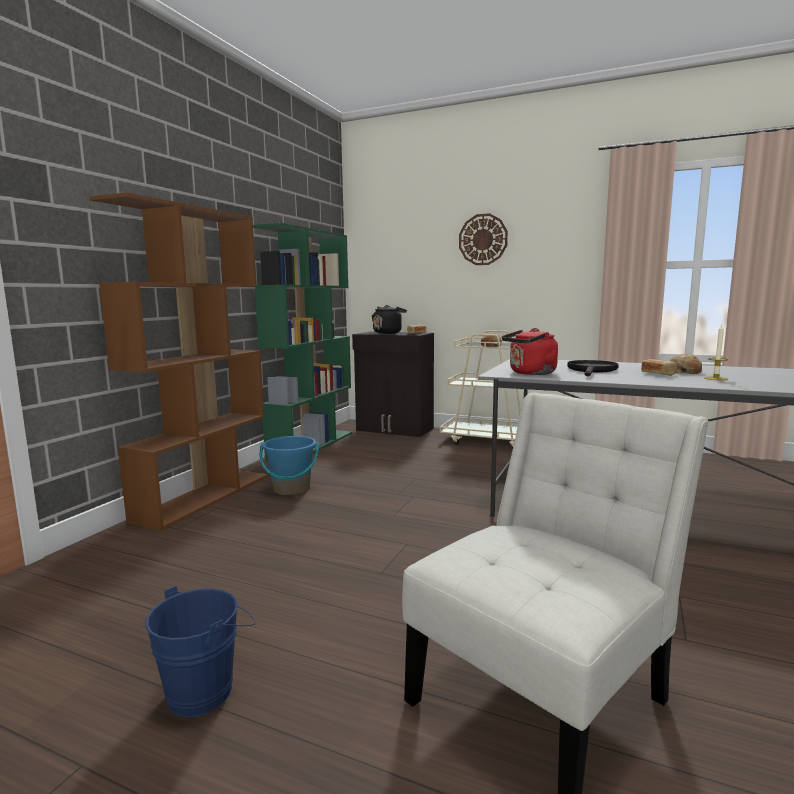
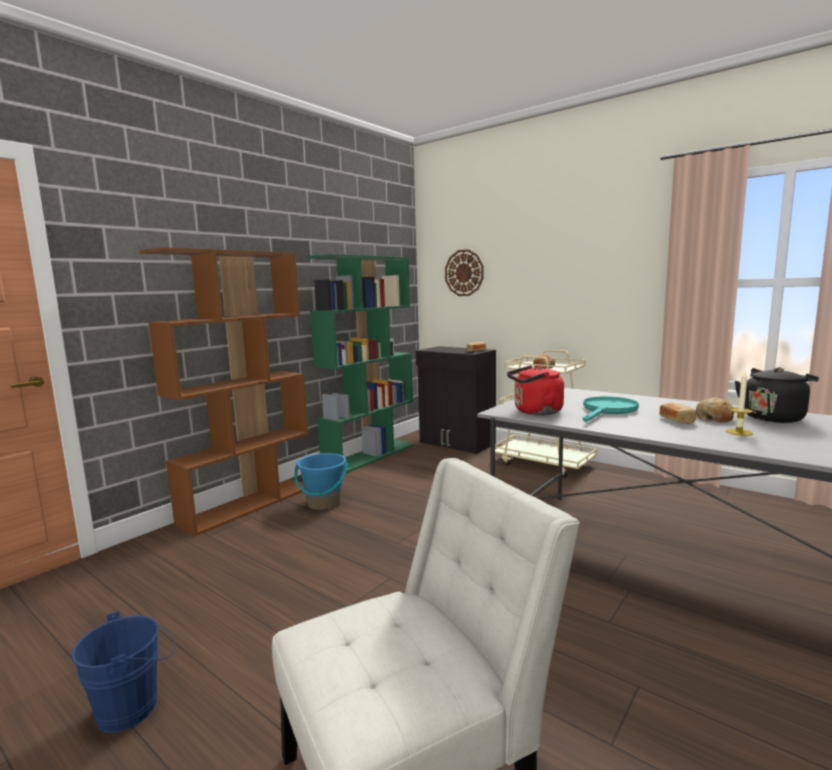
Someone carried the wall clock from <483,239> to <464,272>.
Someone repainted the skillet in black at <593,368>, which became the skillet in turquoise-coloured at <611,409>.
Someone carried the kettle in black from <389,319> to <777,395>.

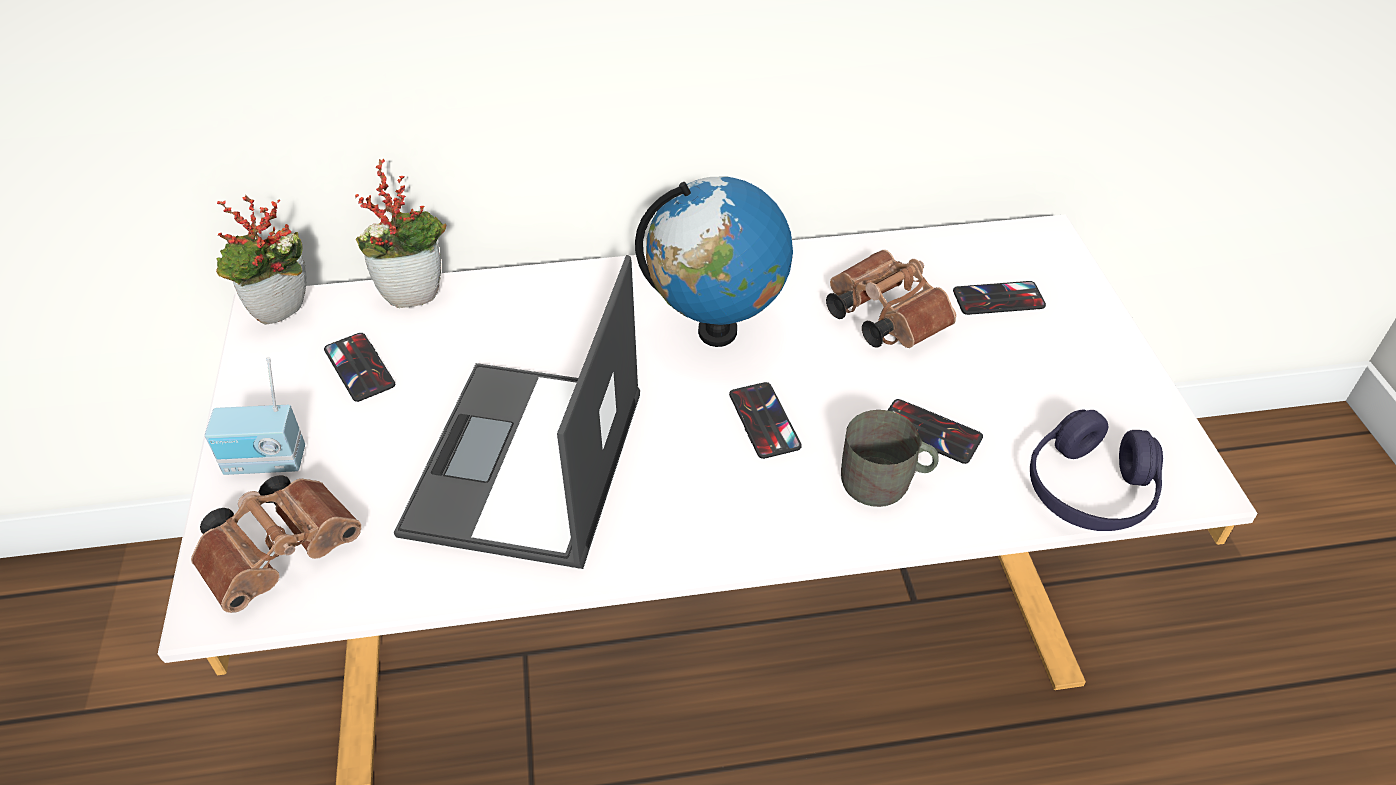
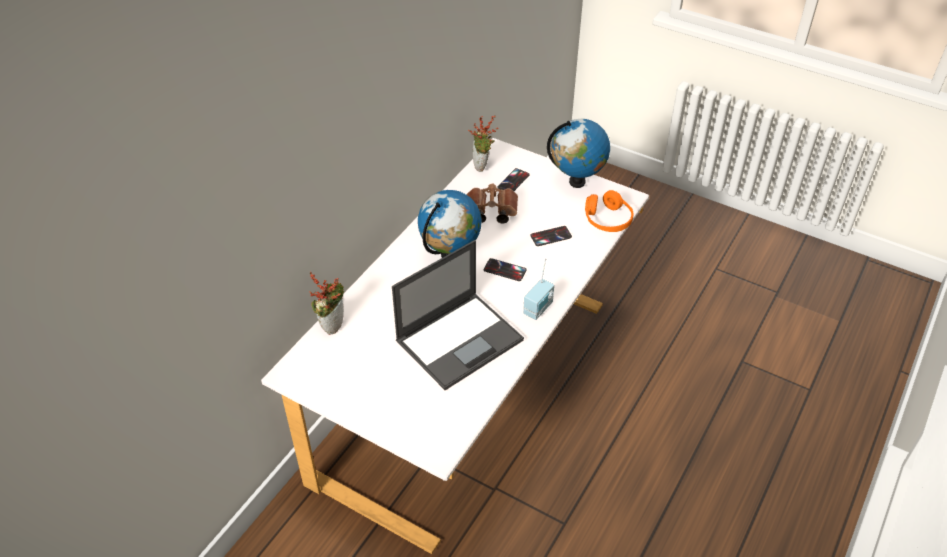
Someone rotated the laptop at <517,412> by 90 degrees counterclockwise.
Someone carried the potted plant from <261,260> to <483,144>.
Someone carried the radio set from <255,416> to <538,289>.
Someone put down the globe at <578,153>.
Someone repainted the headset in purple at <1096,470>, which became the headset in orange at <609,211>.
Someone took away the field glasses in brown-coloured at <276,544>.
Someone took away the handset at <359,367>.
Someone took away the mug in greyish at <890,458>.

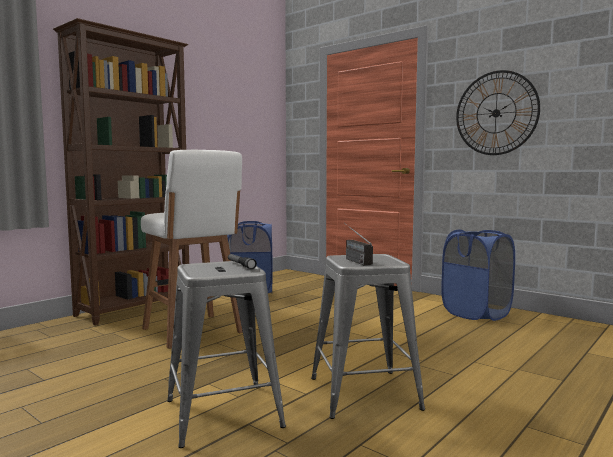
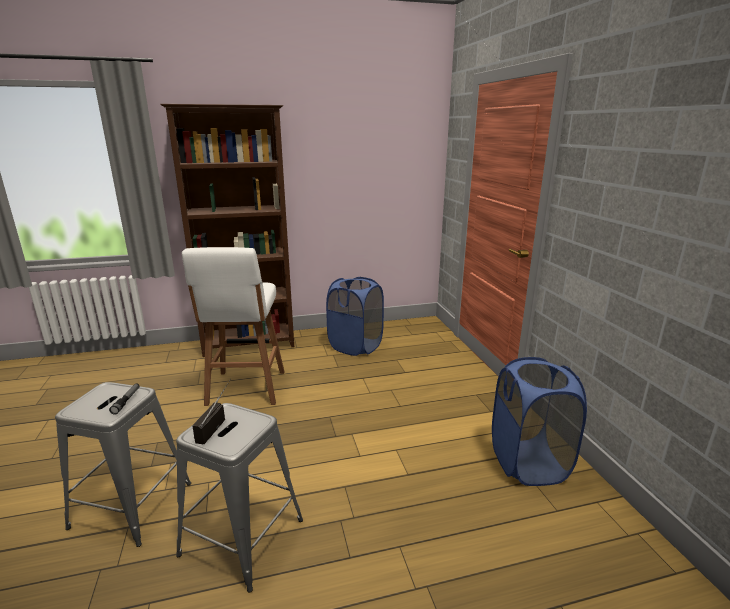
Someone took away the wall clock at <498,112>.

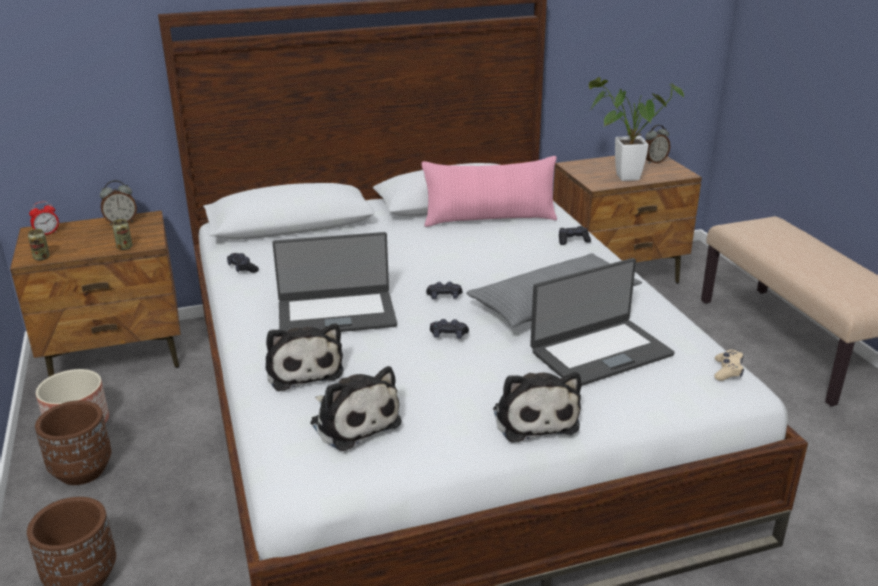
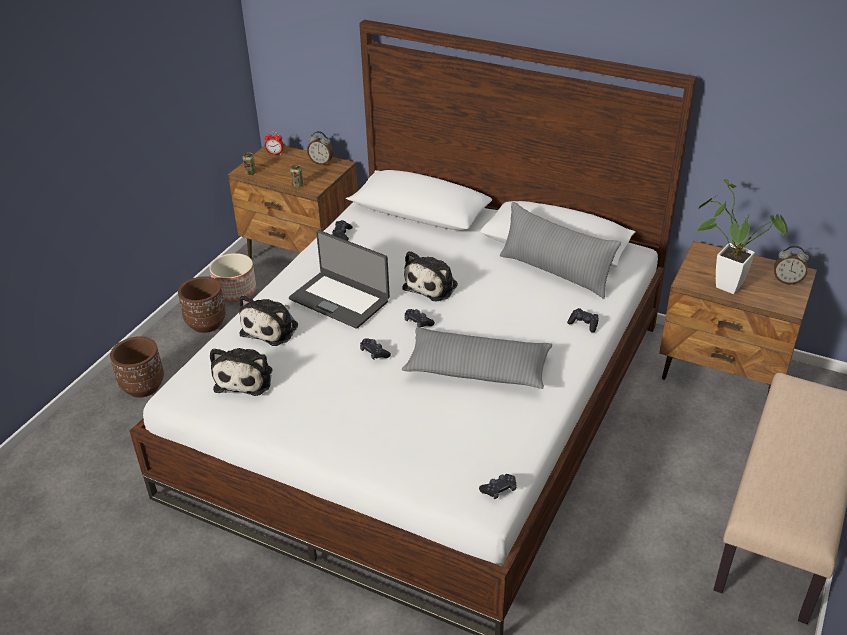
Someone carried the plush toy from <537,407> to <430,276>.
Someone repainted the gamepad in beige at <729,365>, which became the gamepad in black at <497,486>.
Someone repainted the cushion in pink at <489,191>, which became the cushion in greyish at <560,250>.
Someone took away the laptop at <602,322>.

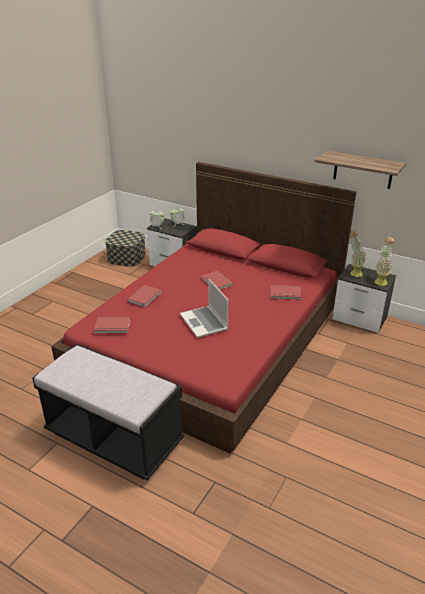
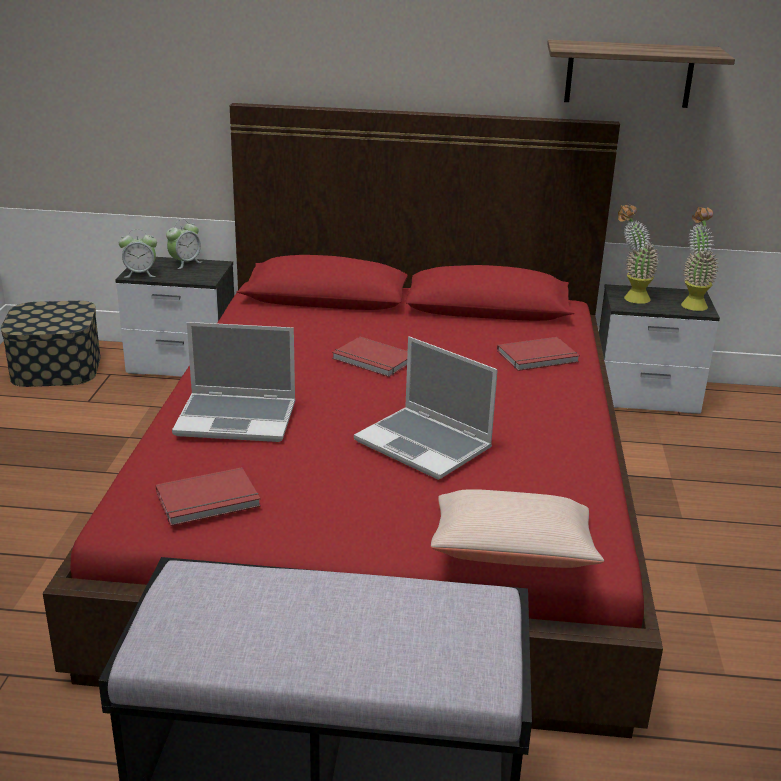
Someone swapped the book in red-coloured at <144,296> for the laptop at <233,382>.
Someone put down the cushion in beige at <517,528>.

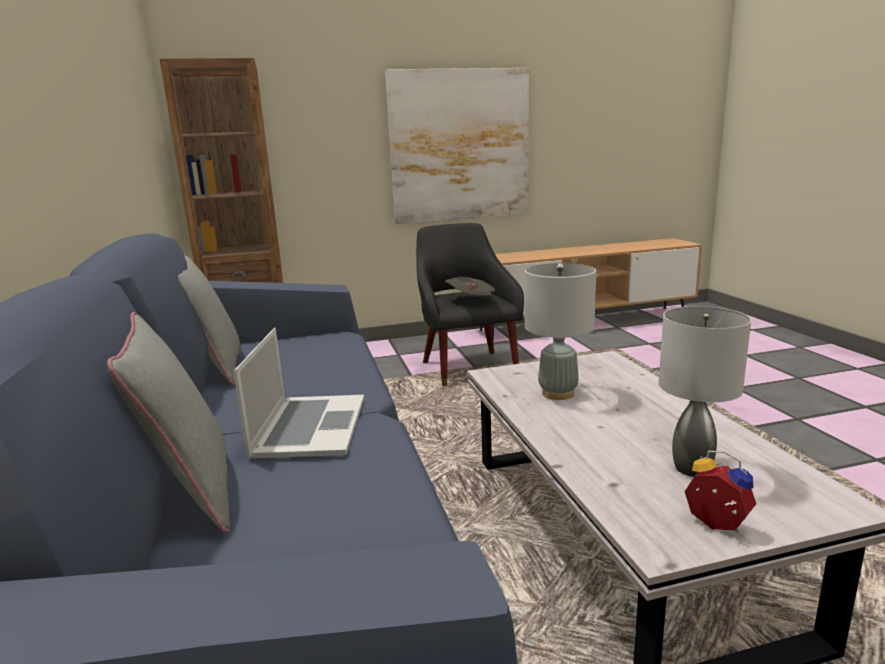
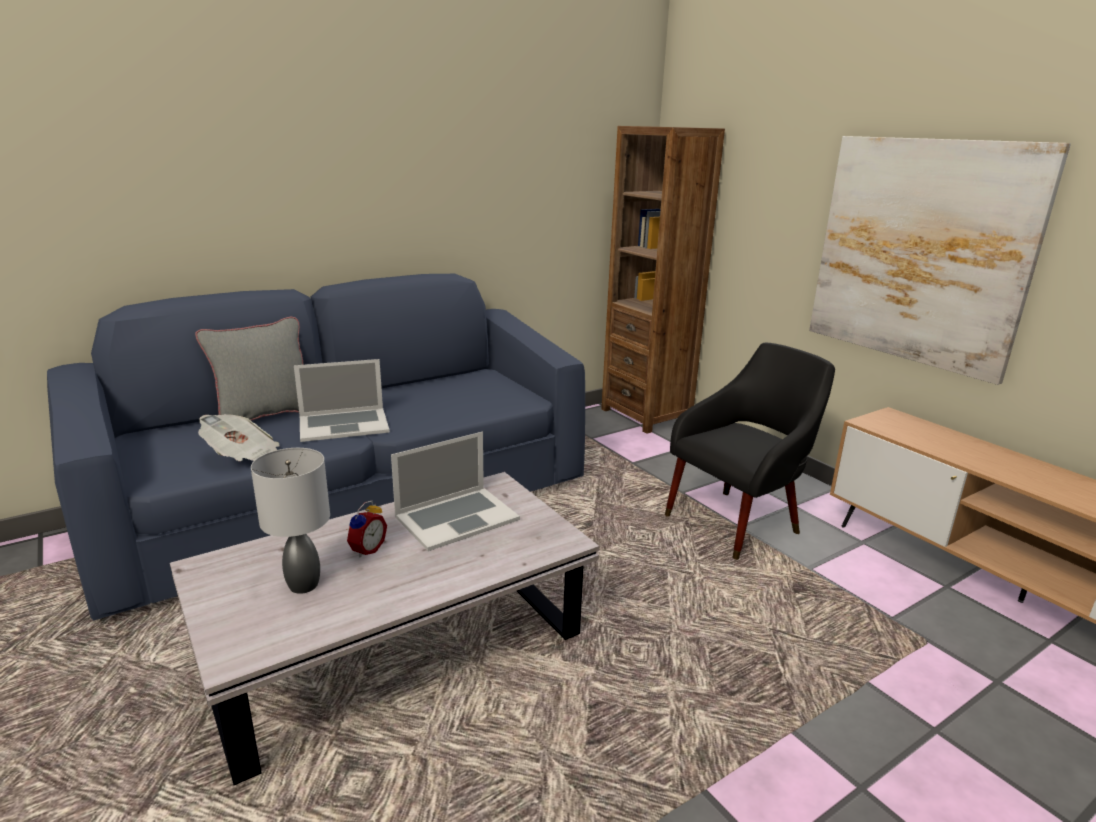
Someone carried the daily paper from <470,286> to <239,437>.
Someone carried the alarm clock from <720,491> to <367,529>.
Someone swapped the table lamp in greyish at <560,331> for the laptop at <455,491>.
Someone took away the cushion in greyish at <209,319>.

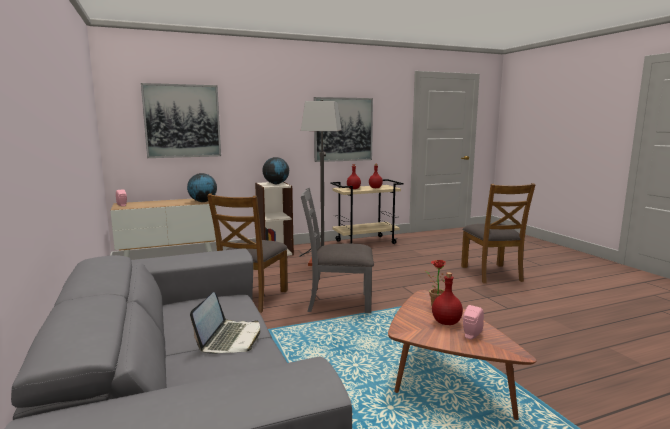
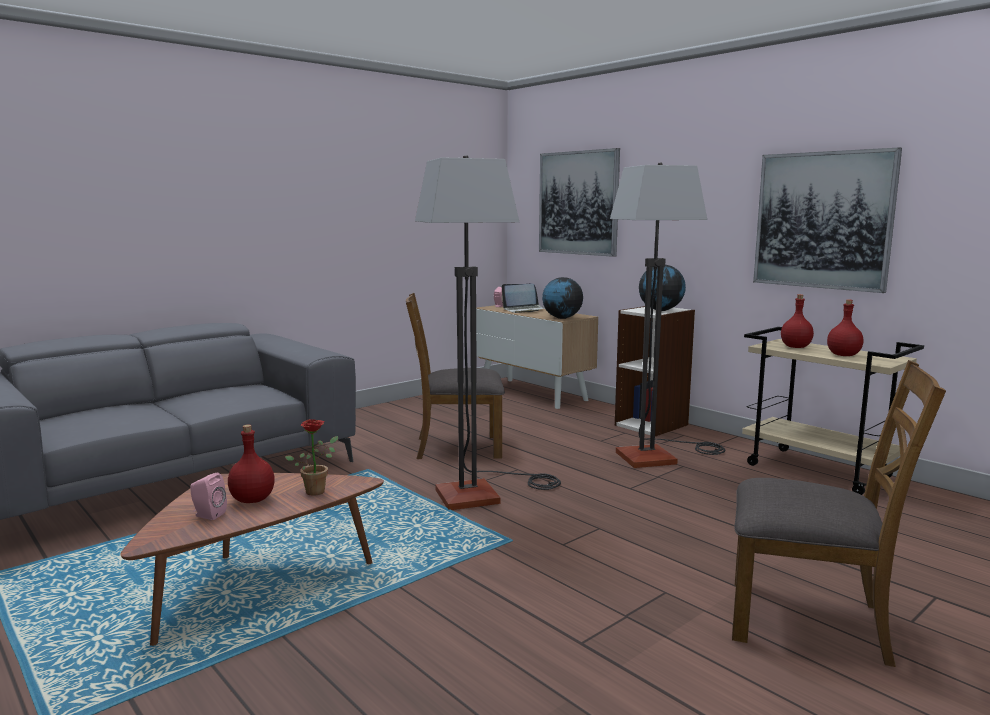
Someone swapped the upright chair in greyish at <337,250> for the standing lamp at <488,332>.
Someone carried the laptop from <225,323> to <523,298>.
Someone rotated the upright chair in brown-coloured at <498,233> by 135 degrees counterclockwise.

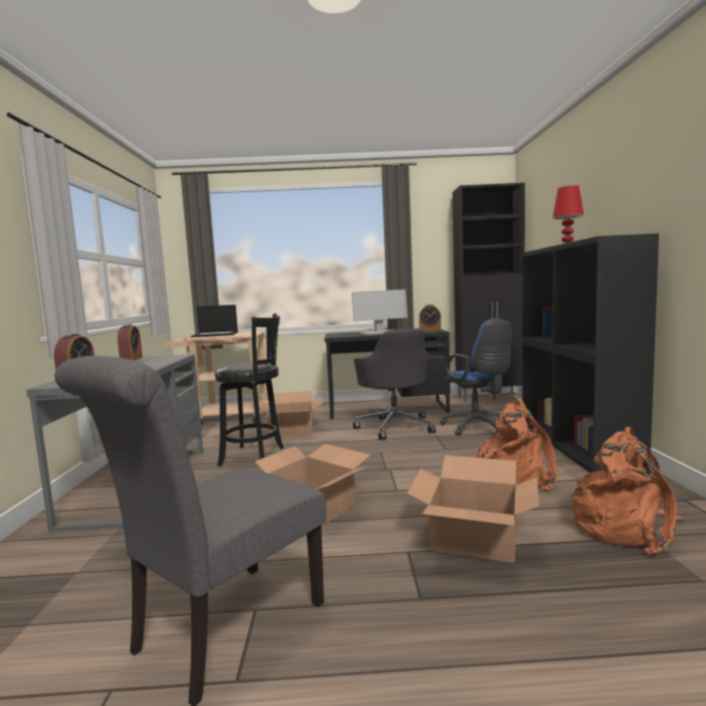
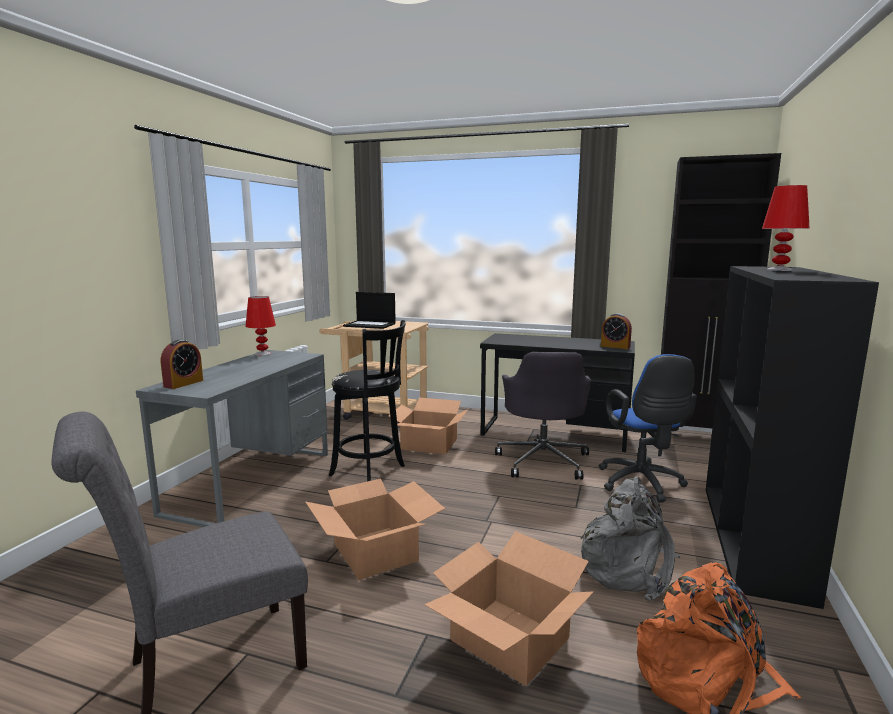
Someone swapped the alarm clock at <130,342> for the table lamp in red-coloured at <260,326>.
Someone repainted the rucksack in orange at <516,445>, which became the rucksack in greyish at <631,538>.
Someone took away the computer display at <380,312>.

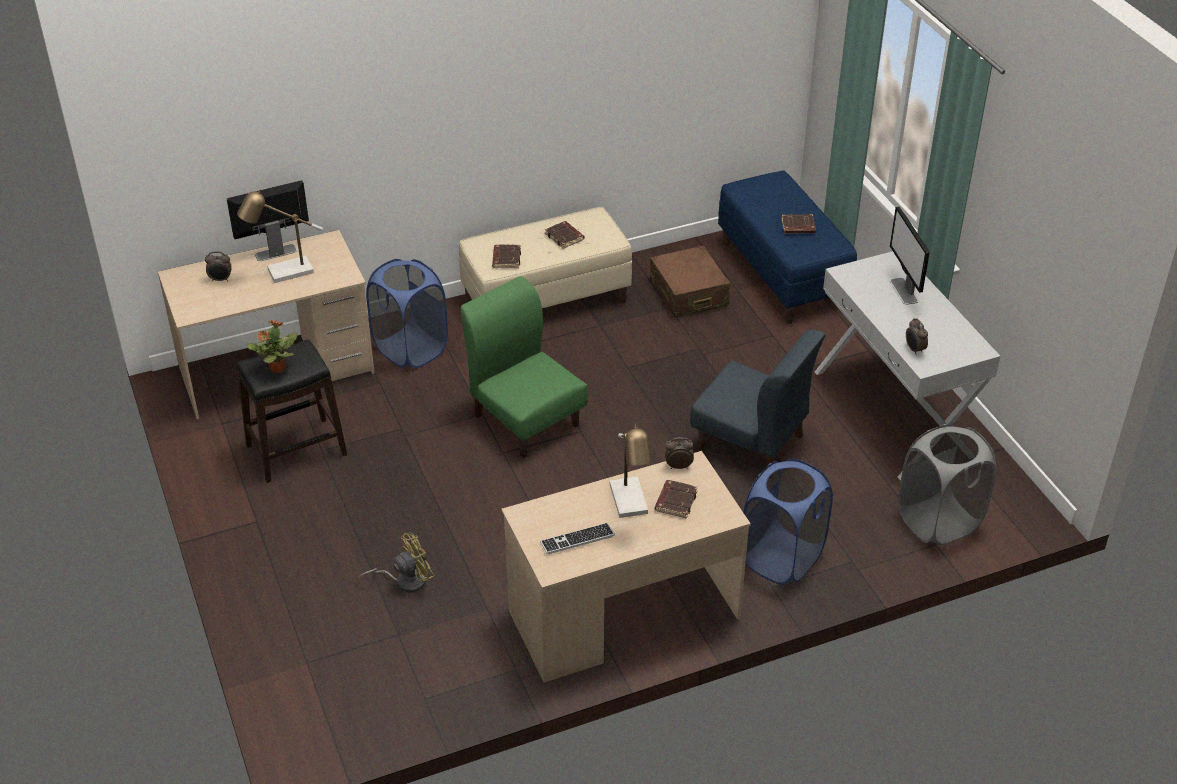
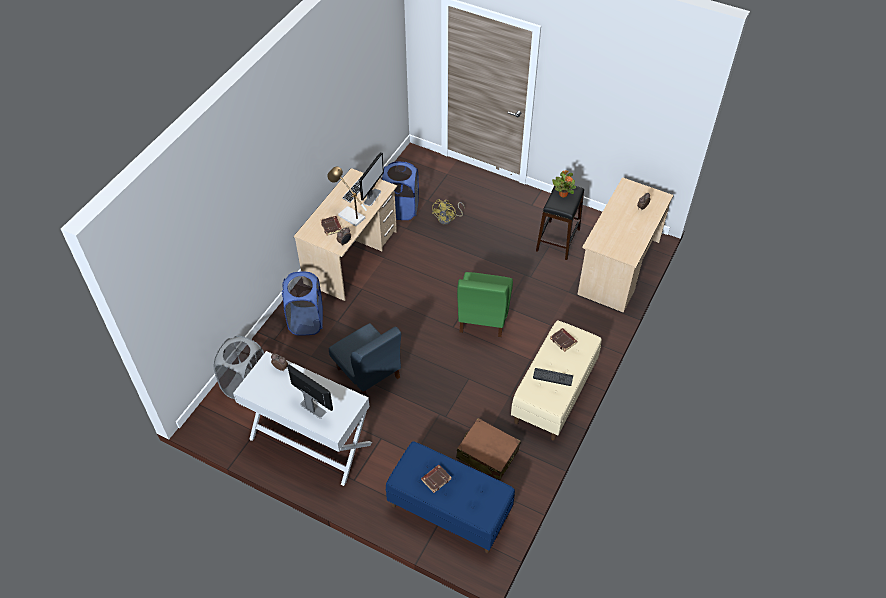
Someone rotated the upright chair in blue at <758,398> by 120 degrees counterclockwise.
Someone carried the computer display from <268,220> to <371,179>.
Someone carried the washing basket in blue from <407,313> to <400,190>.
Someone rotated the upright chair in green-coloured at <524,367> by 90 degrees clockwise.
Someone swapped the book in brown-coloured at <564,235> for the computer keyboard at <553,377>.
Someone took away the table lamp at <280,236>.

